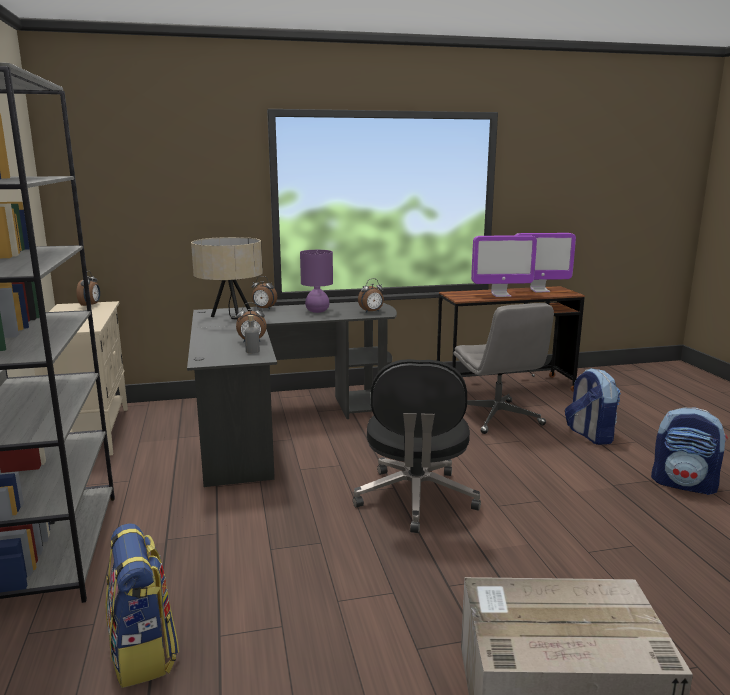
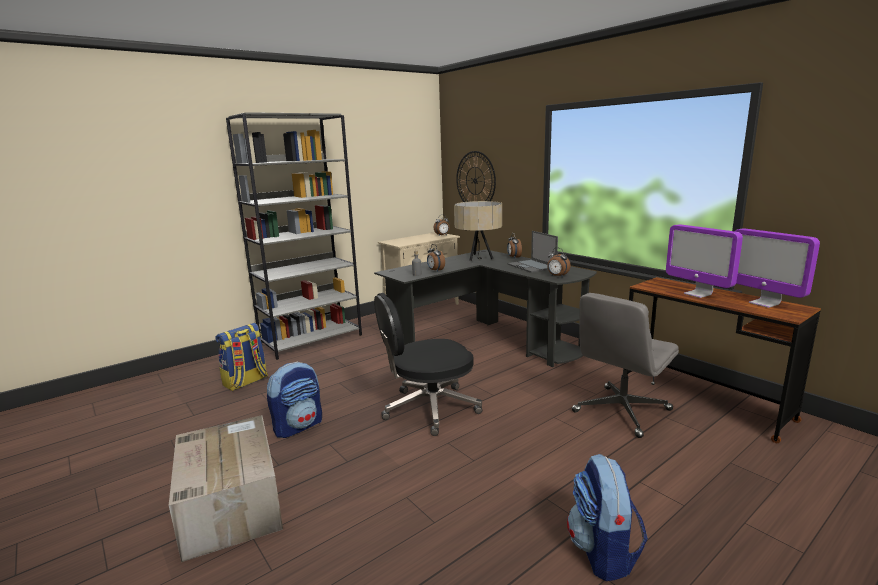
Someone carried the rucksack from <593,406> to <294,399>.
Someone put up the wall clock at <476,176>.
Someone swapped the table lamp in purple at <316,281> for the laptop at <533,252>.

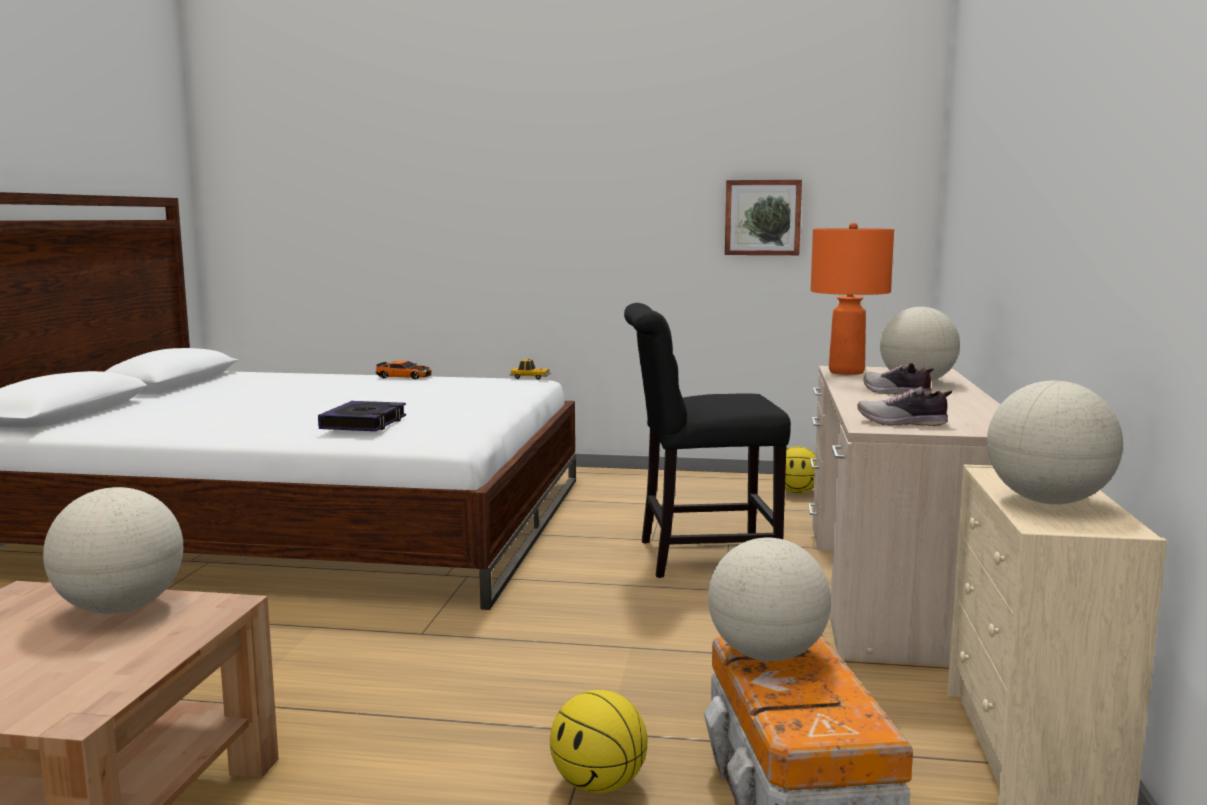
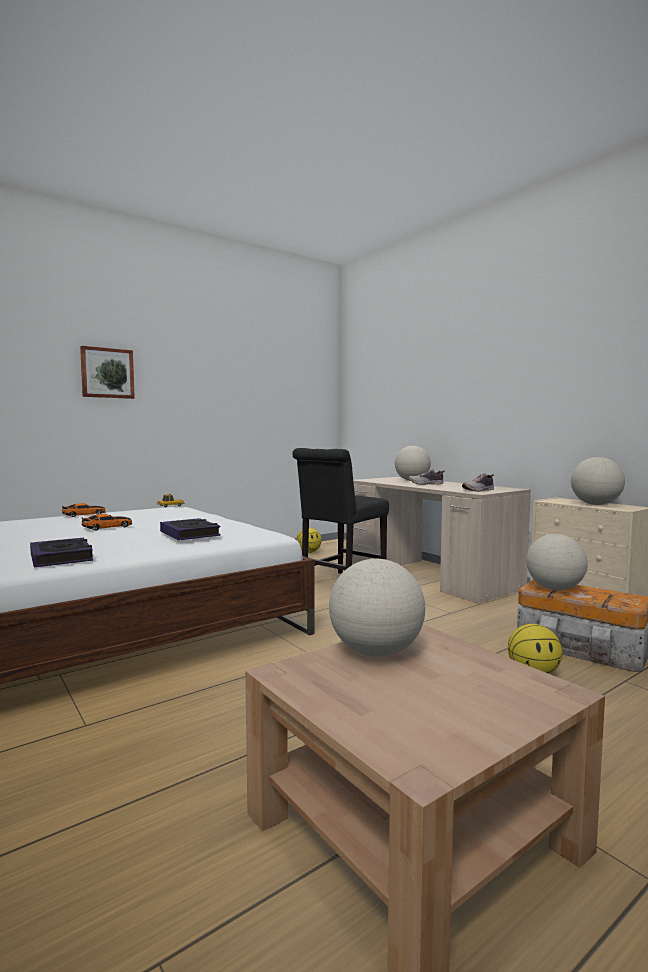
Someone put down the book at <61,552>.
Someone carried the wall picture from <763,217> to <107,372>.
Someone put down the miniature car at <106,522>.
Someone took away the table lamp in orange at <852,299>.

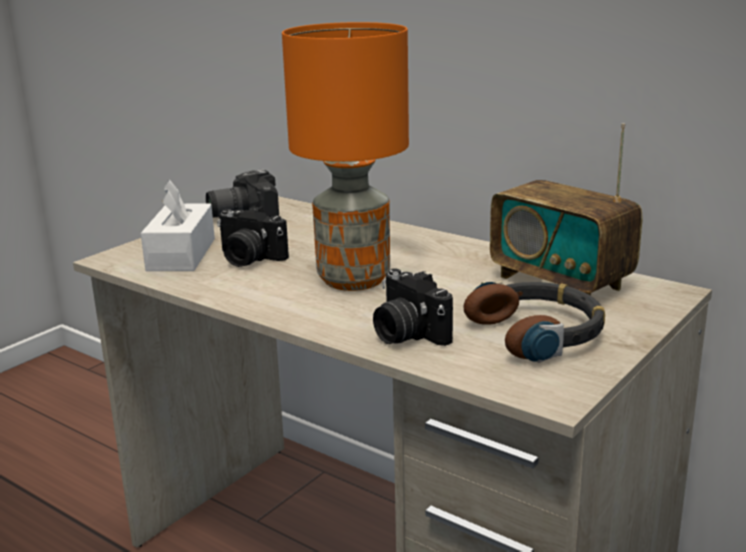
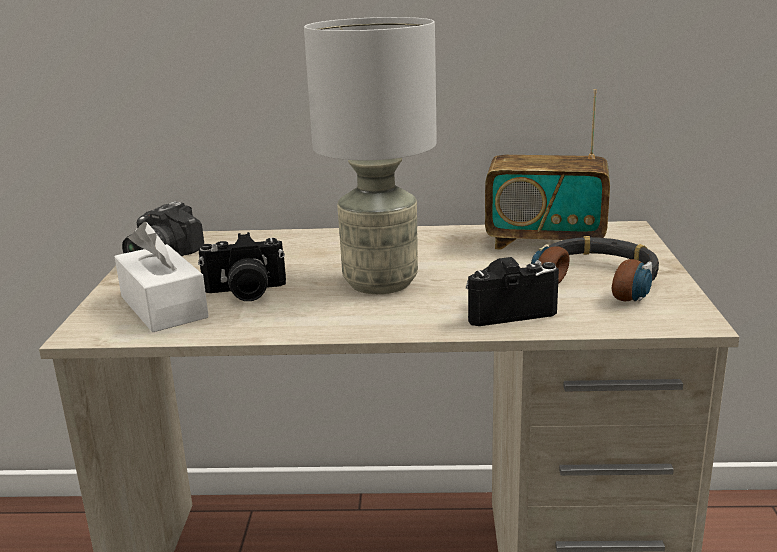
Someone repainted the table lamp in orange at <345,156>, which became the table lamp in greyish at <370,155>.
Someone rotated the photo camera at <413,307> by 150 degrees clockwise.

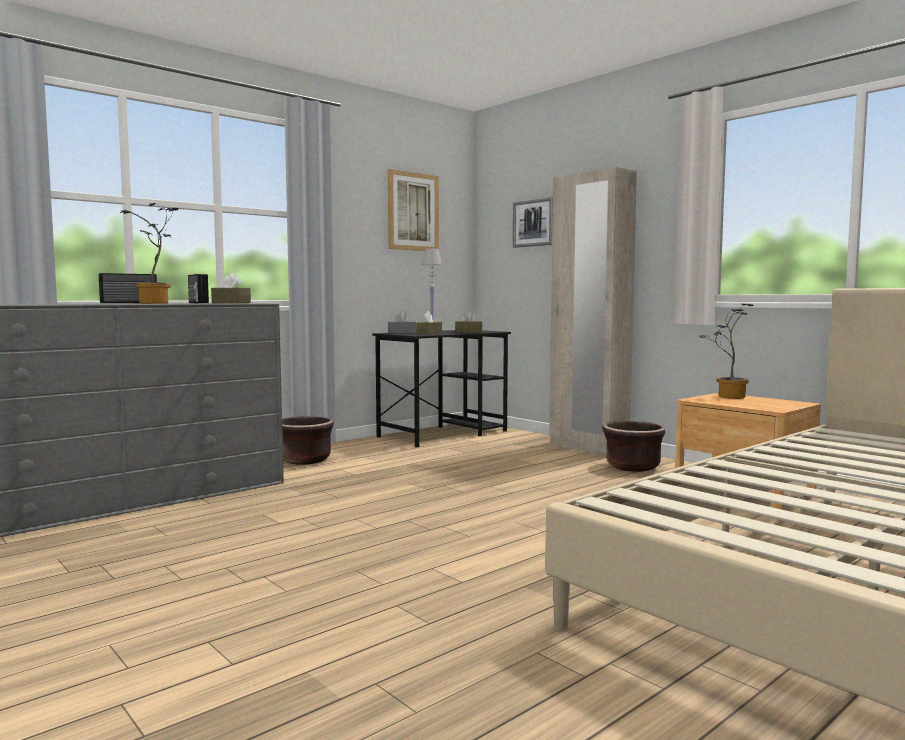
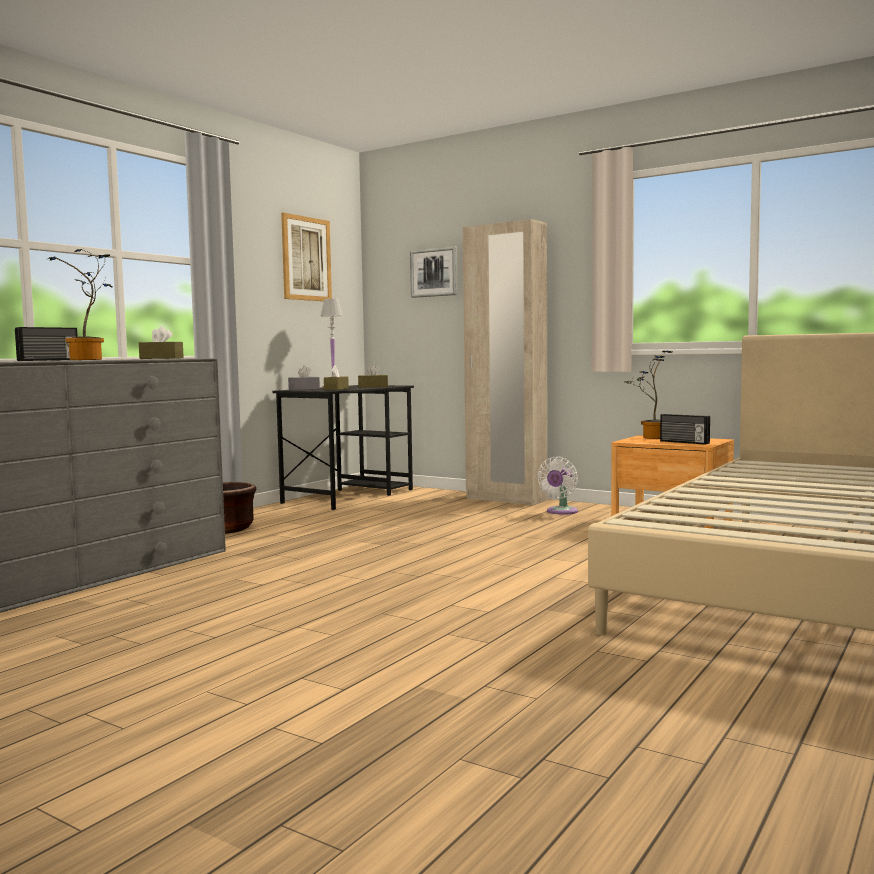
Someone swapped the plant pot in brown-coloured at <633,446> for the electric fan in whitish at <557,485>.
Someone carried the radio set from <198,288> to <685,429>.

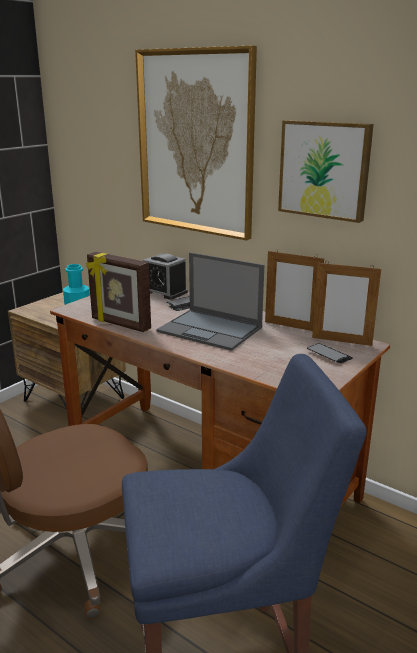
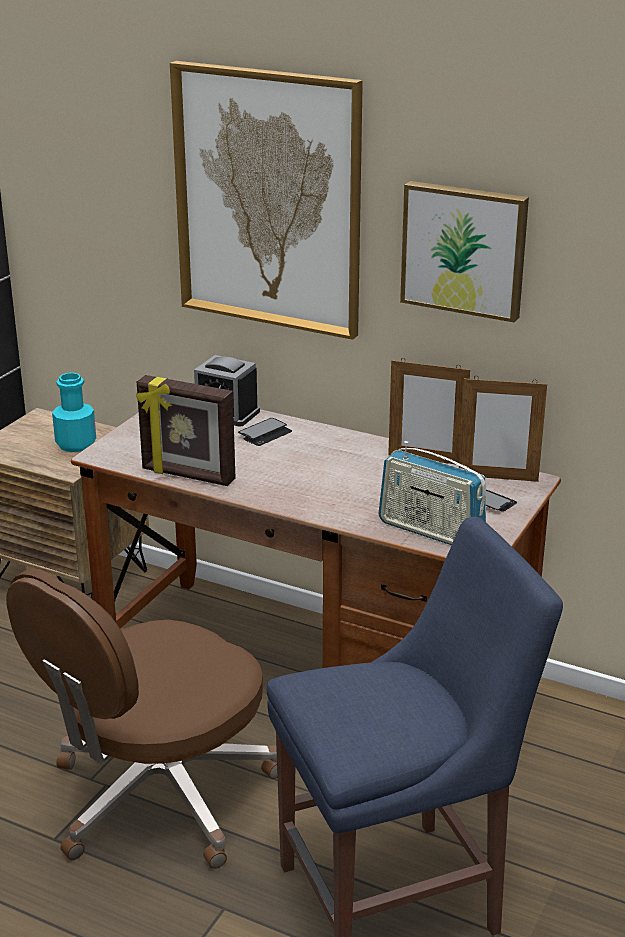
Someone put down the radio set at <432,493>.
Someone took away the laptop at <210,301>.

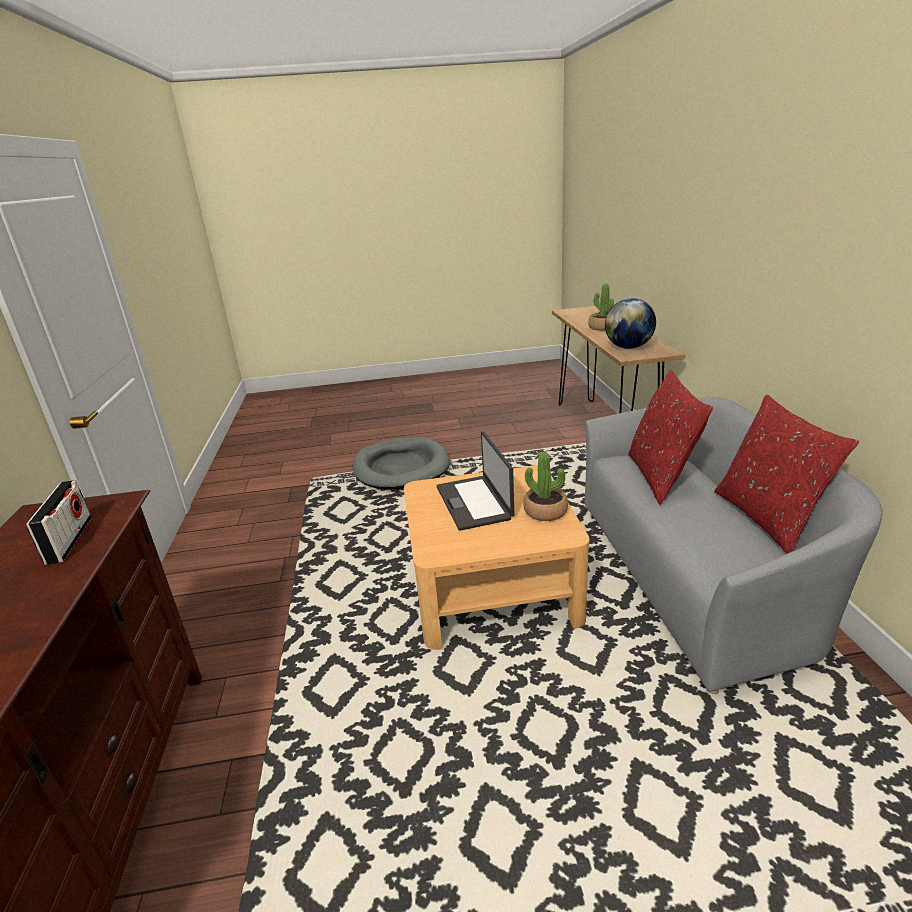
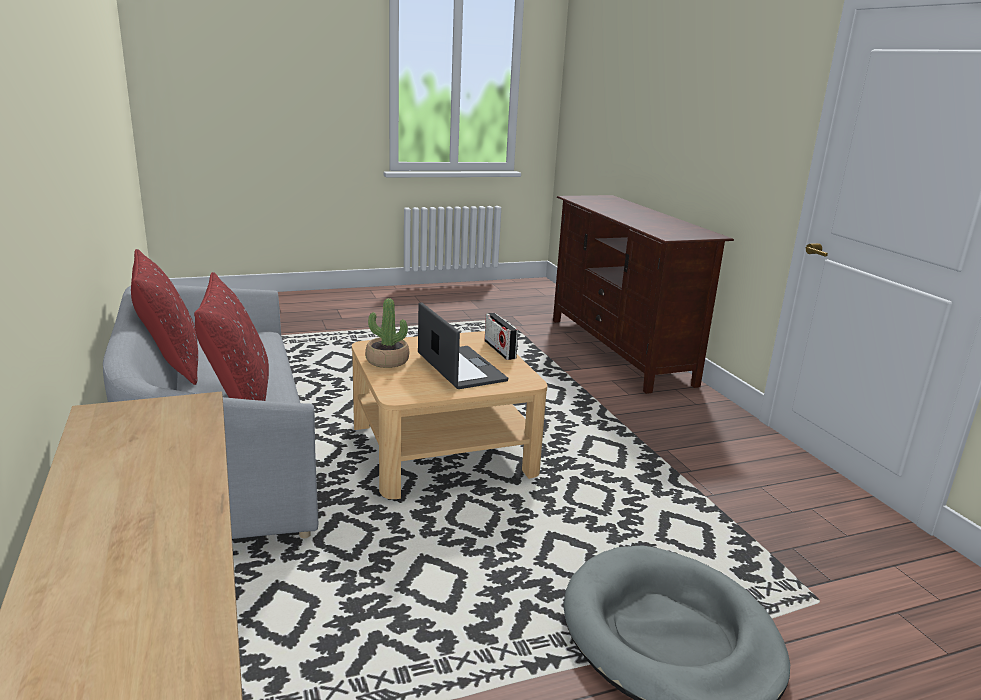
Someone carried the radio set from <59,522> to <501,336>.
Someone took away the potted plant at <601,307>.
Someone took away the globe at <630,323>.

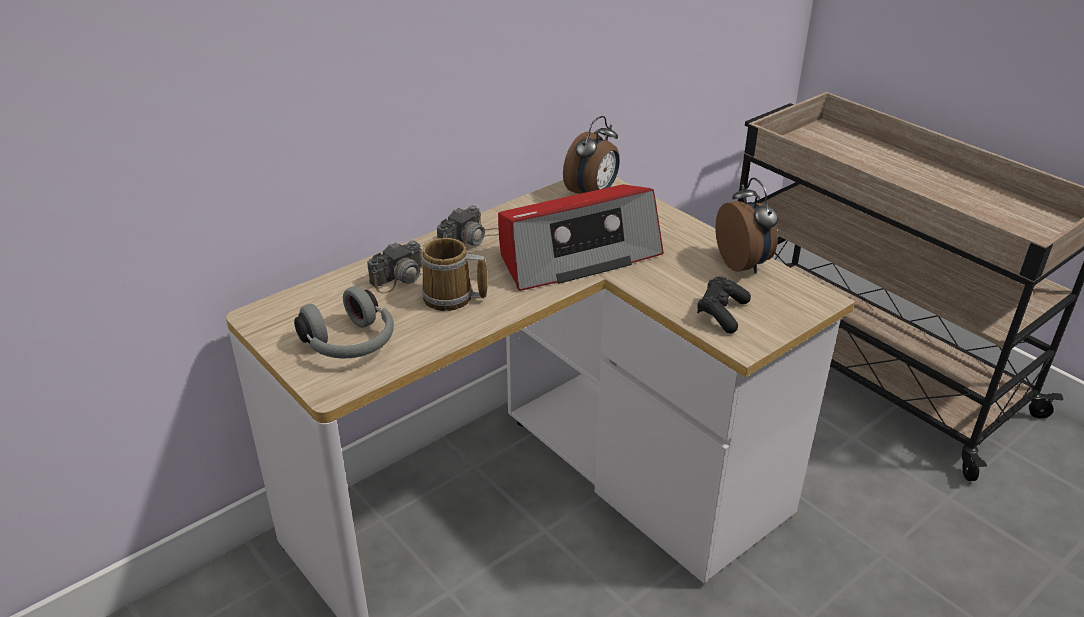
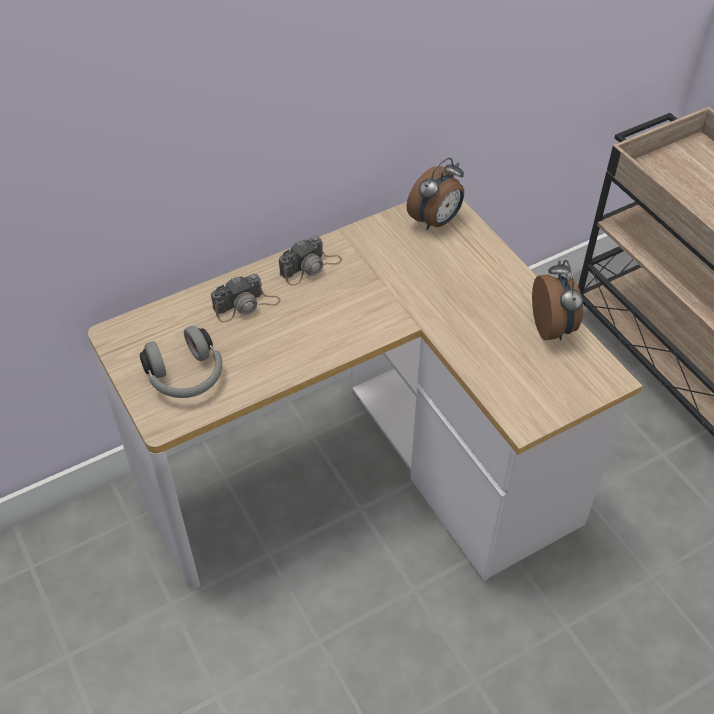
Someone took away the mug at <454,274>.
Someone took away the radio set at <581,237>.
Someone took away the gamepad in black at <724,304>.

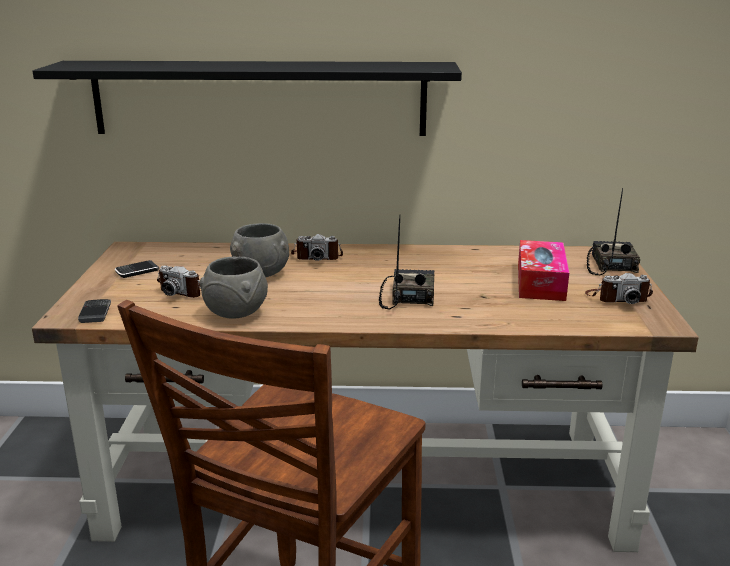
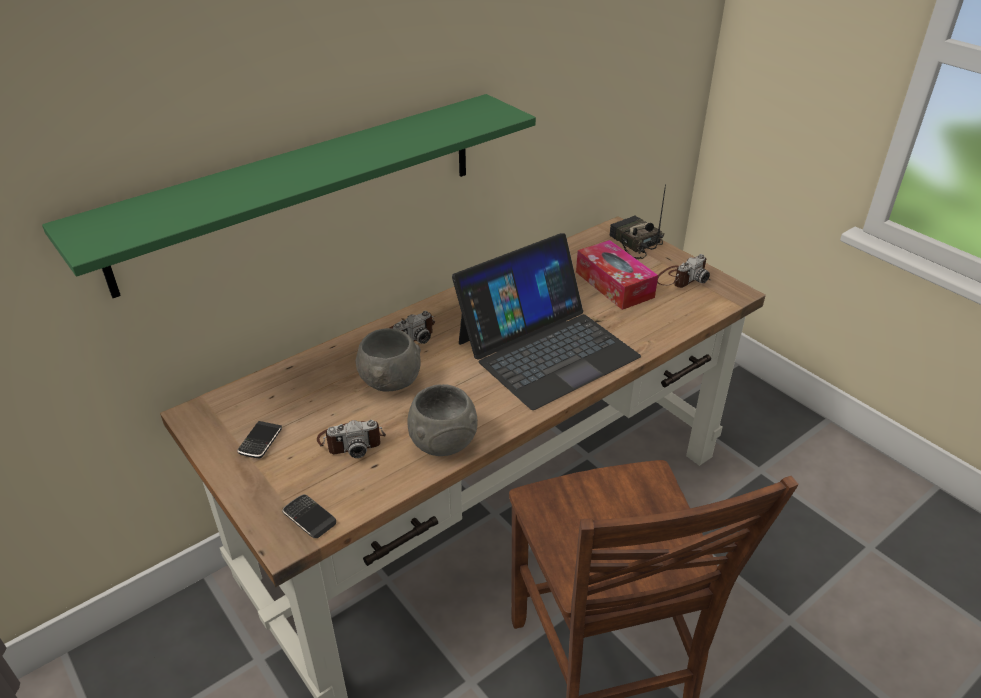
Someone repainted the wall shelf in black at <247,98>, which became the wall shelf in green-coloured at <289,196>.
Someone swapped the radio set at <406,262> for the laptop at <546,321>.

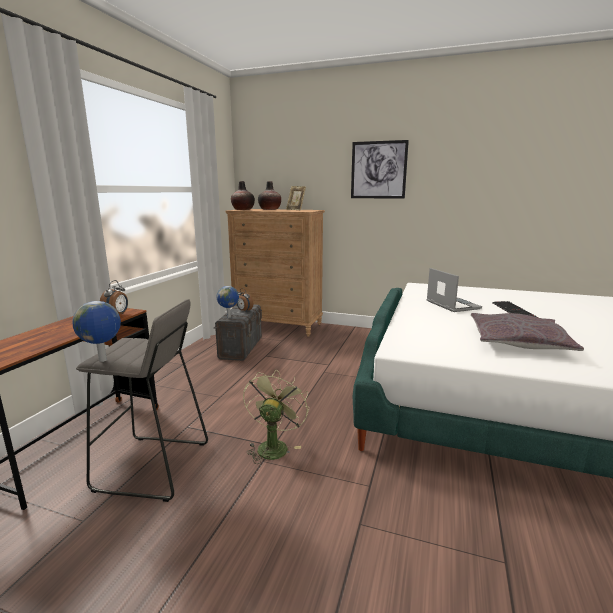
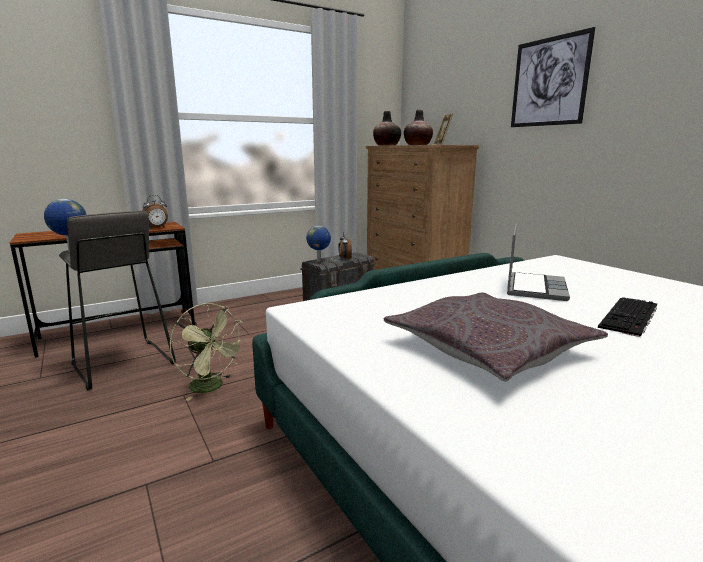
Someone rotated the electric fan in green-coloured at <276,416> by 75 degrees clockwise.

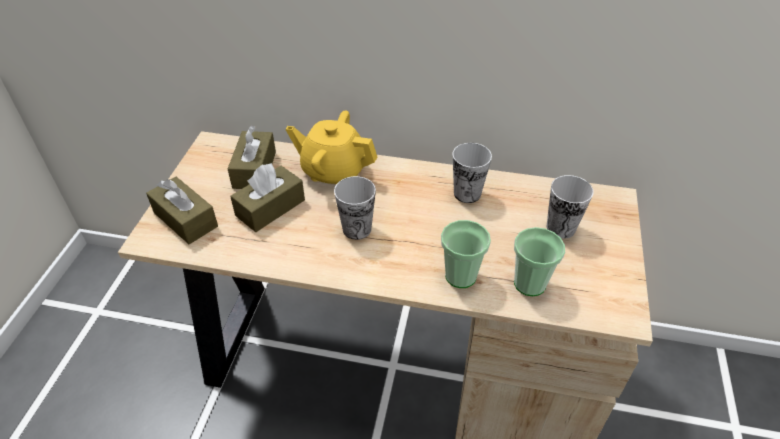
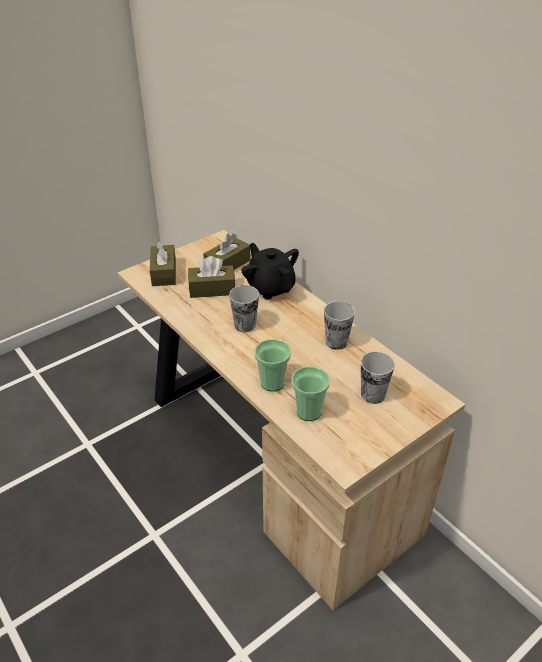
Someone repainted the pot for tea in yellow-coloured at <331,147>, which became the pot for tea in black at <270,271>.

